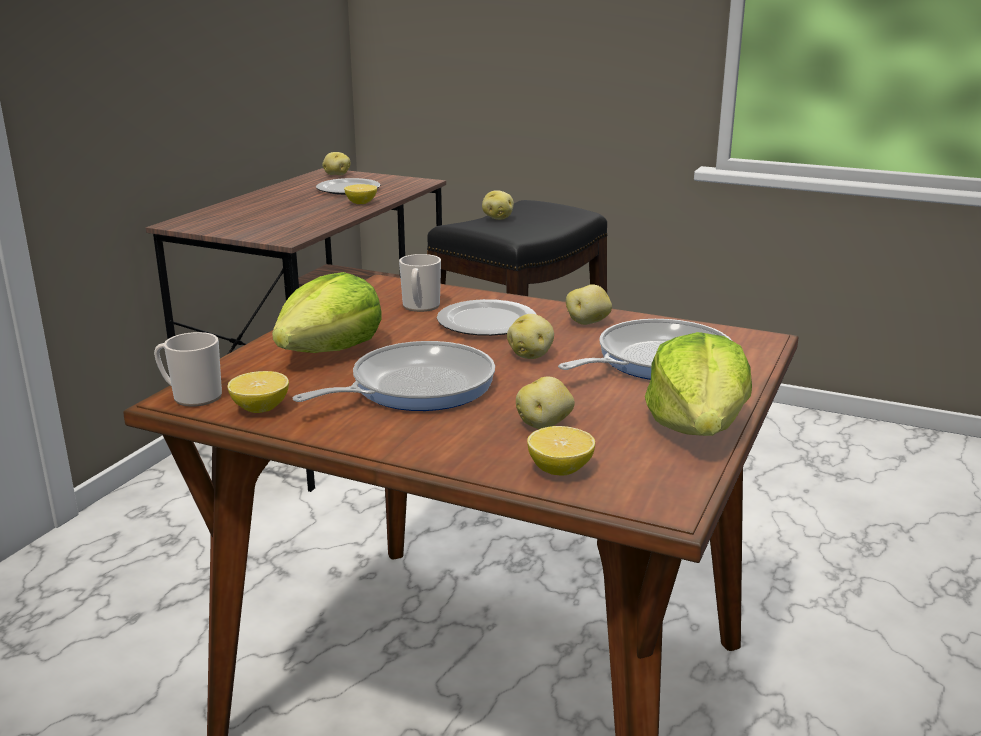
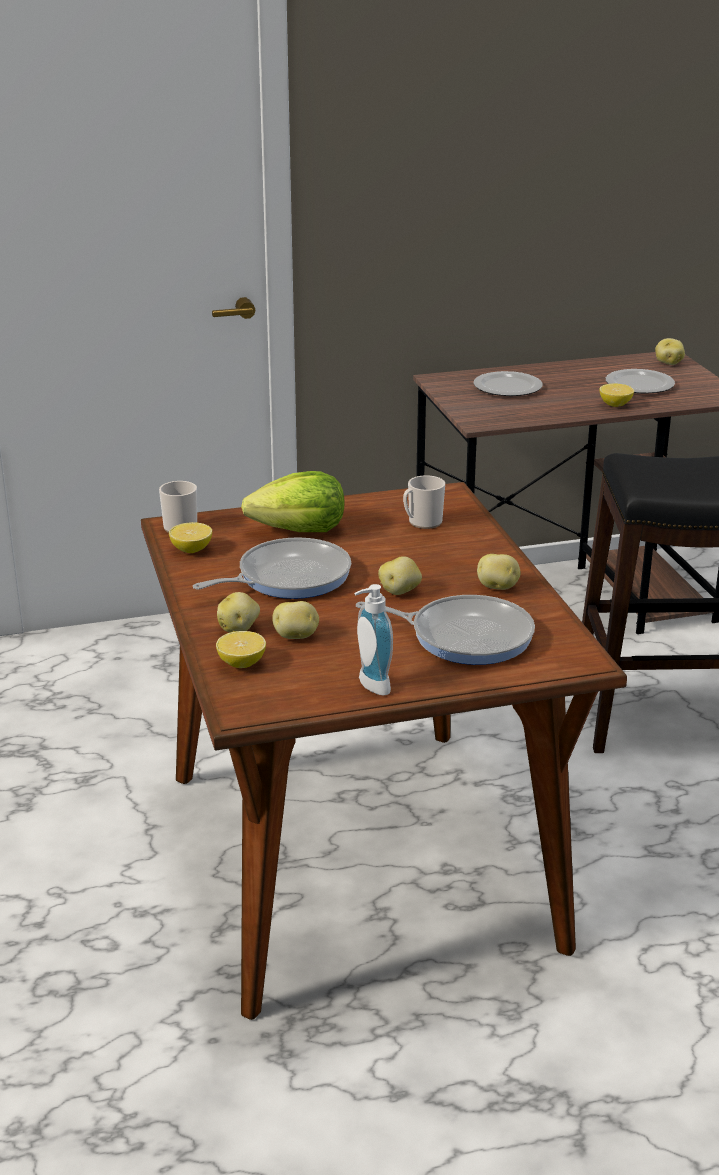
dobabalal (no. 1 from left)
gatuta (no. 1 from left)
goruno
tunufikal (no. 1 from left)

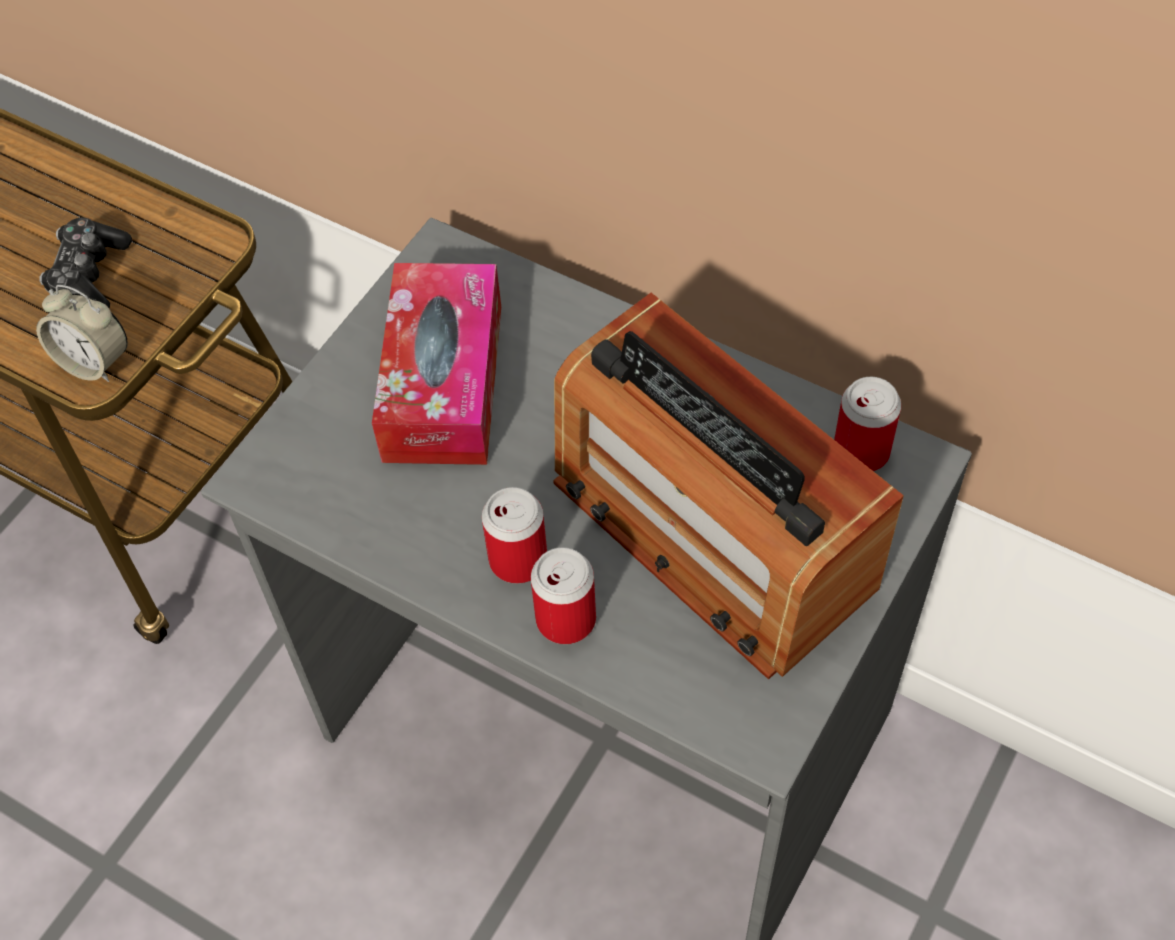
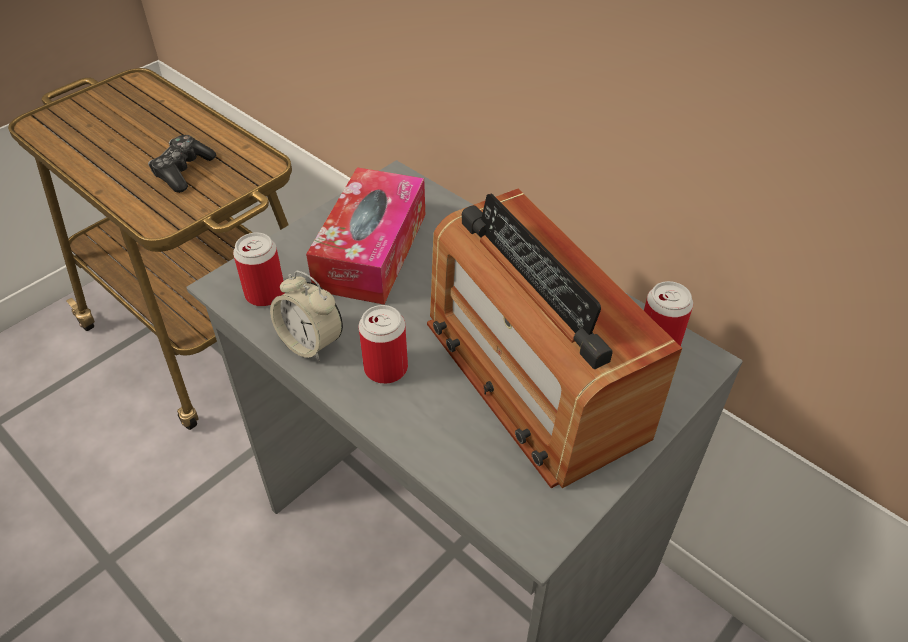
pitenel
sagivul (no. 1 from left)

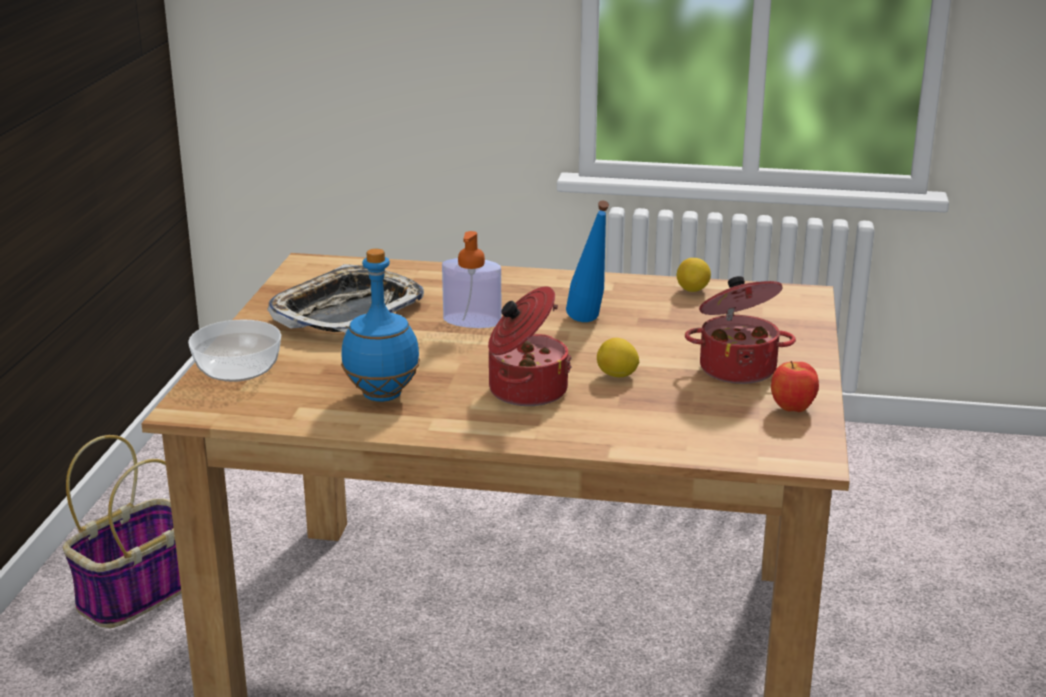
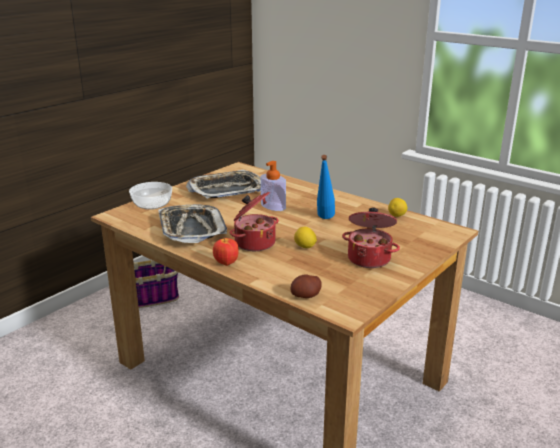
gatuta
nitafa
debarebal (no. 1 from left)

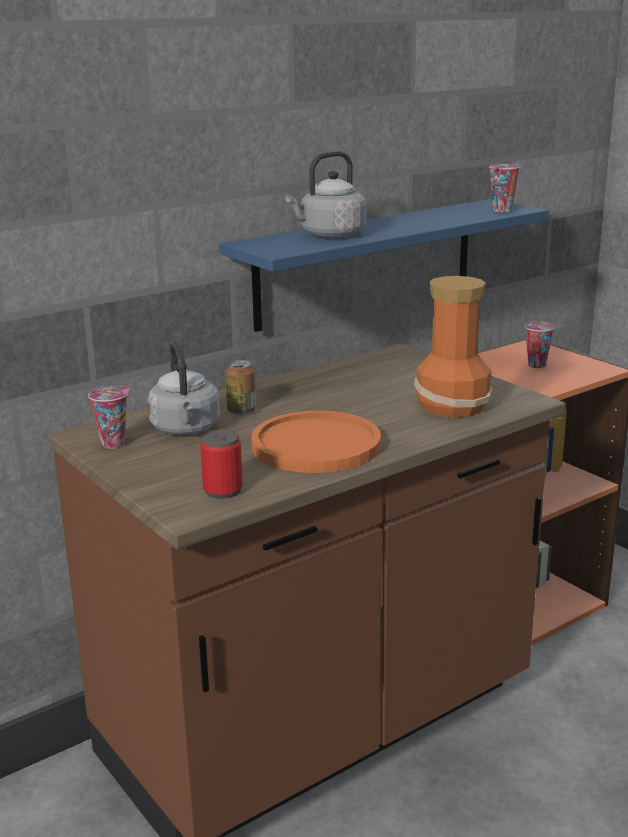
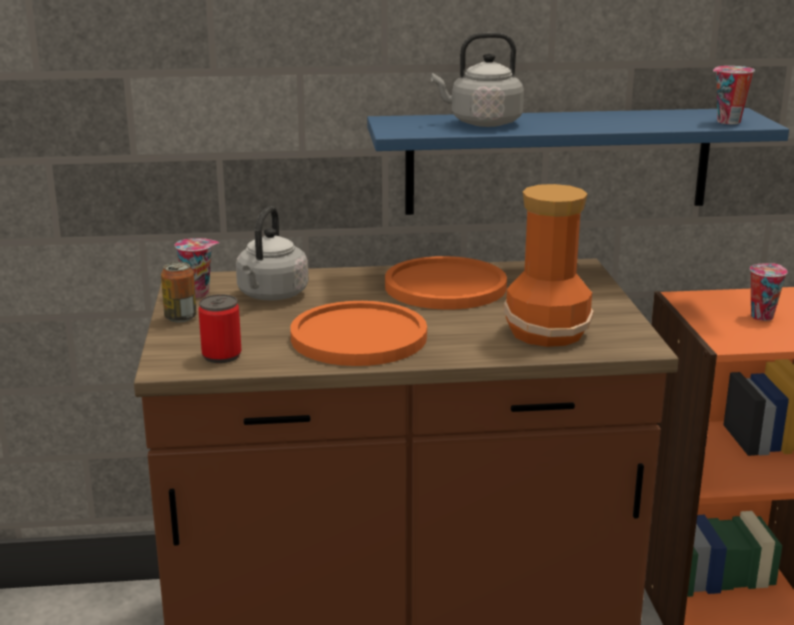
dobabalal (orange) (no. 2 from left)
sagivul (no. 1 from left)

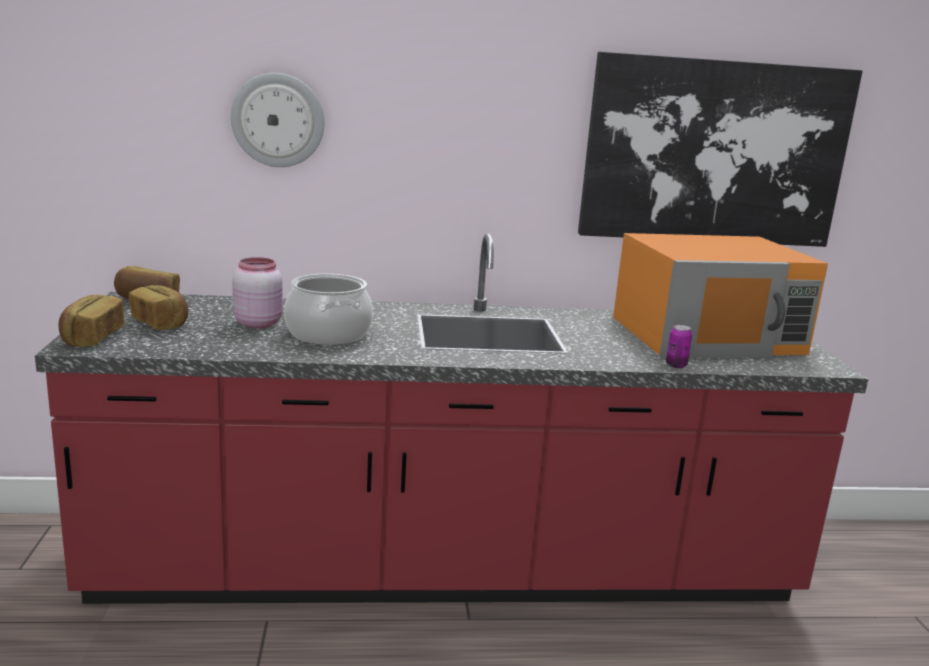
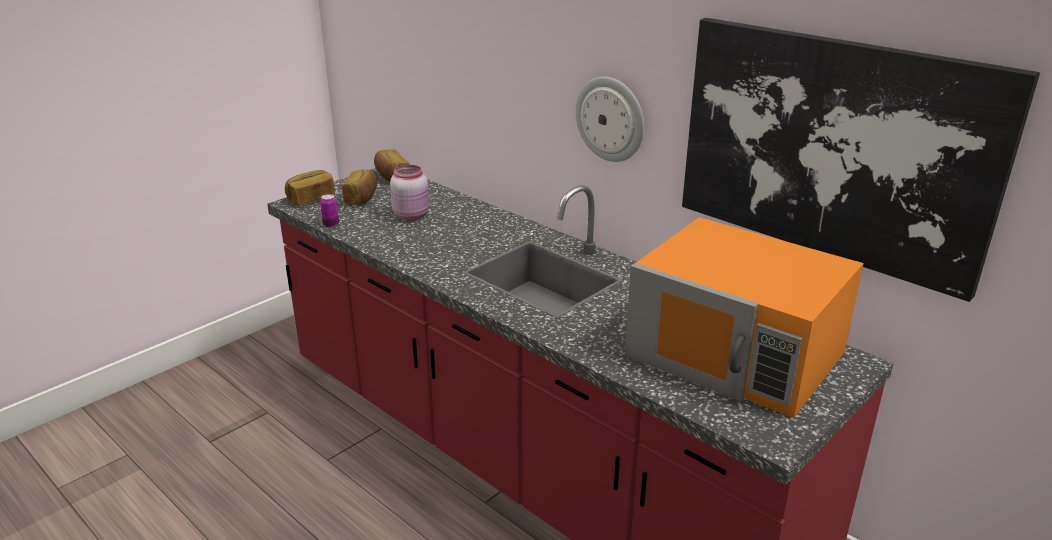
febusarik
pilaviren
sagivul

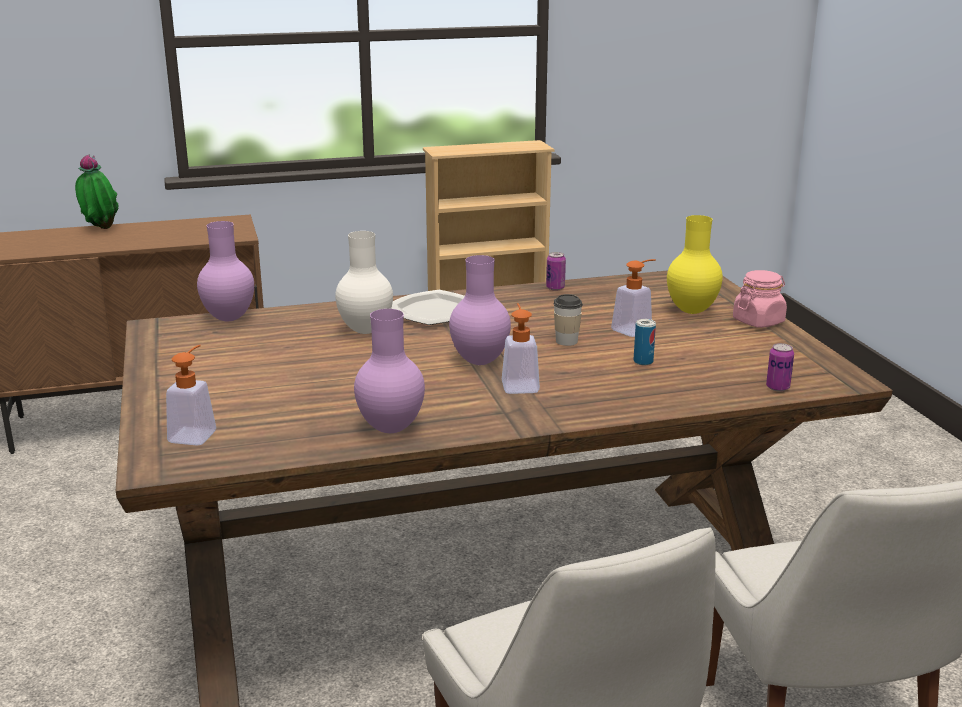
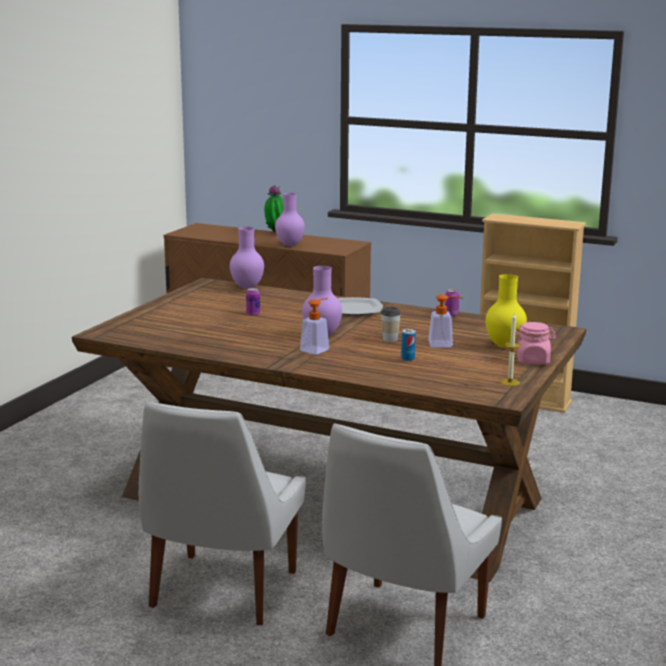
goruno (no. 1 from left in the first image)
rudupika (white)
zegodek
rudupika (purple) (no. 2 from left)
sagivul (no. 1 from left)

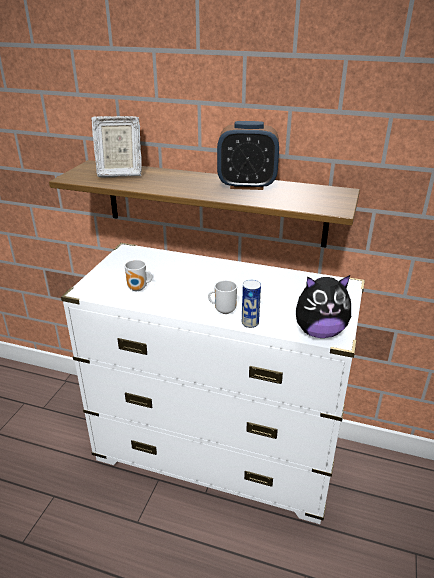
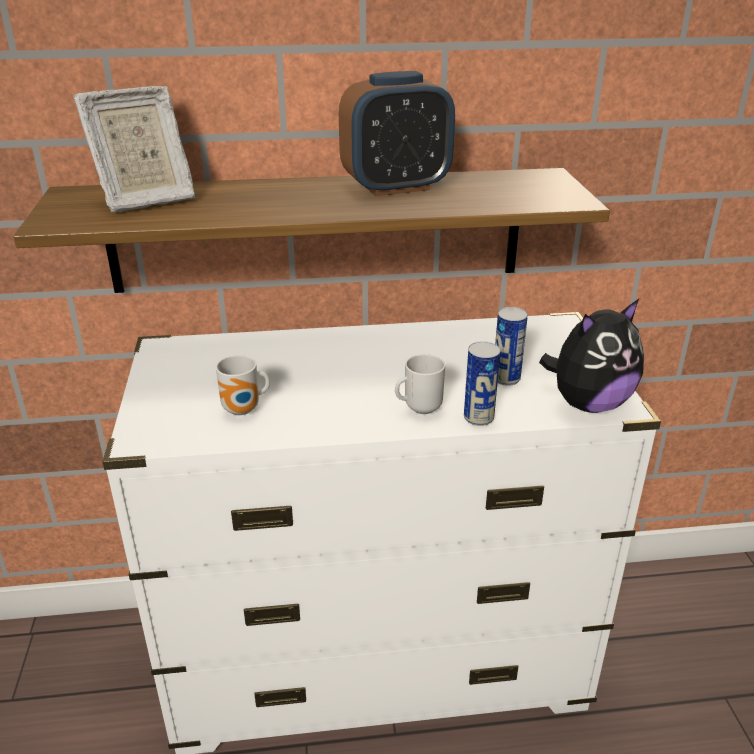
sagivul (no. 2 from left)

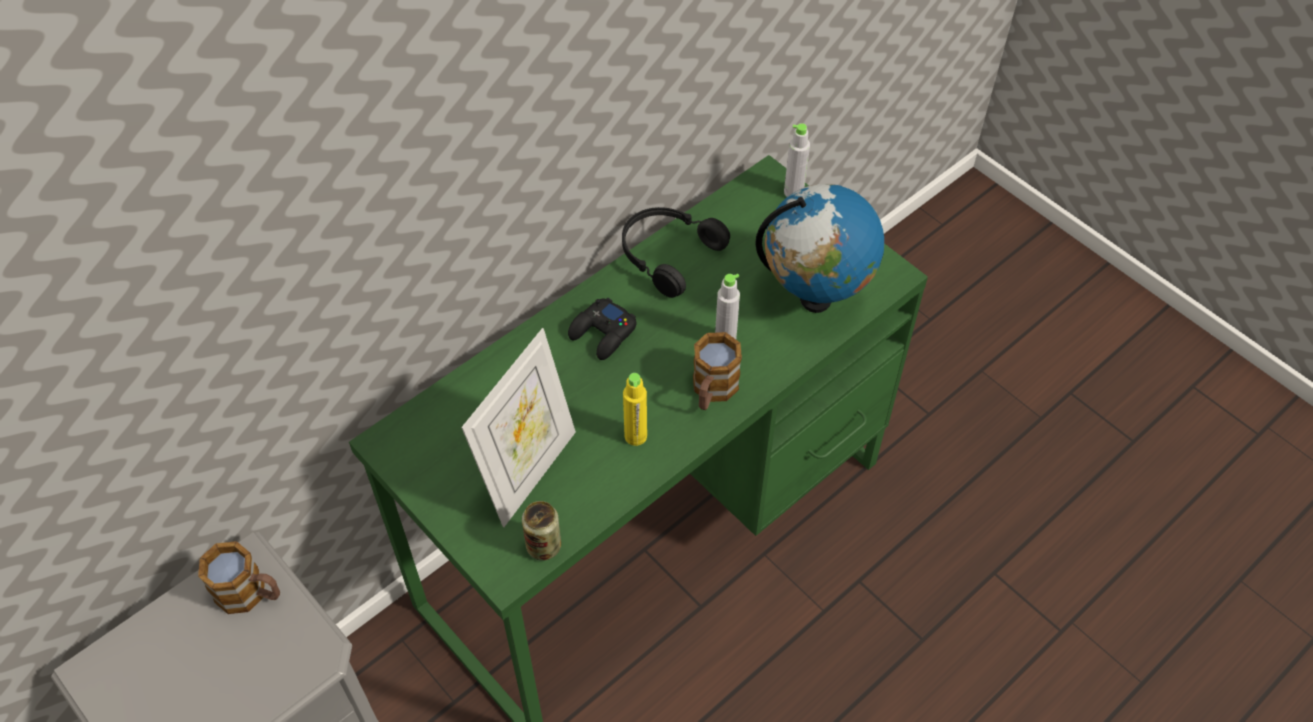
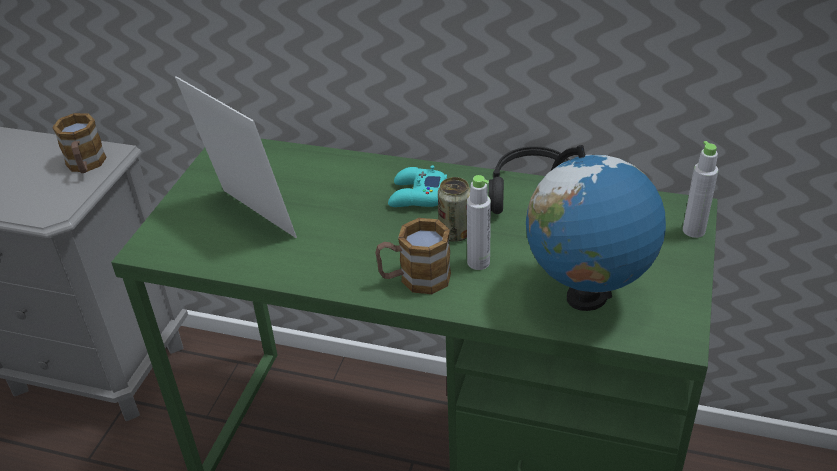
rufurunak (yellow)
sagivul
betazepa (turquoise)
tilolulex

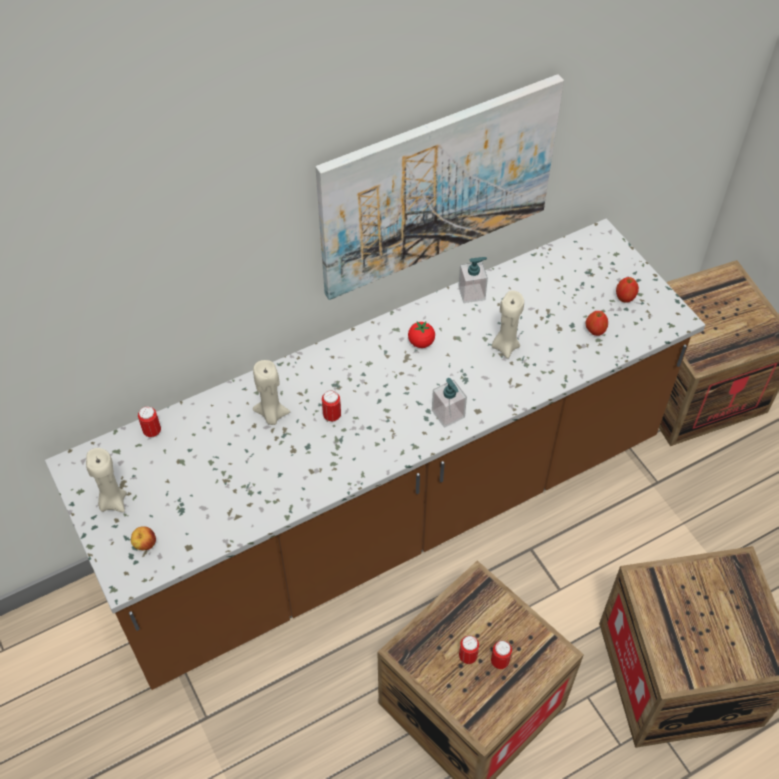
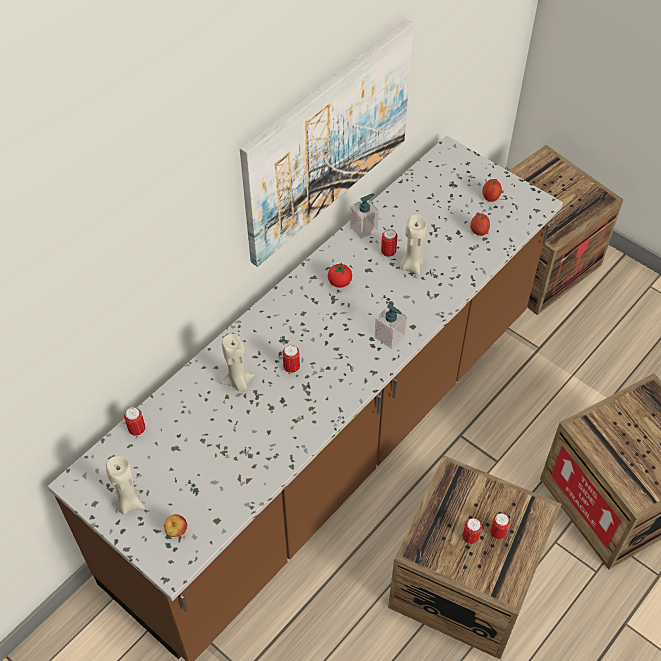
sagivul (no. 3 from left)

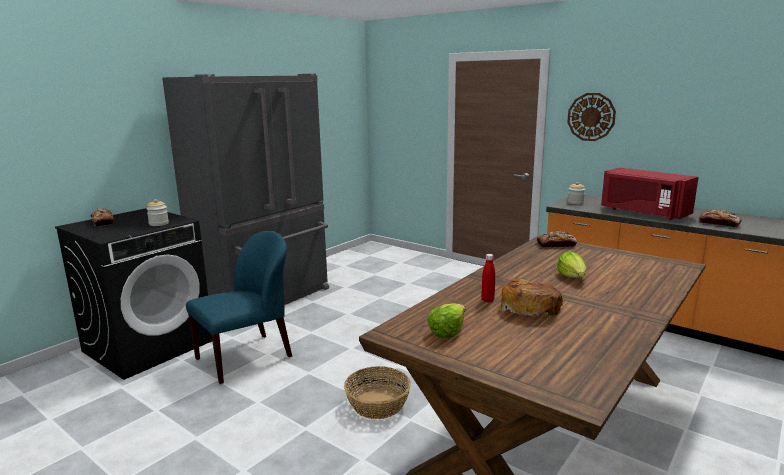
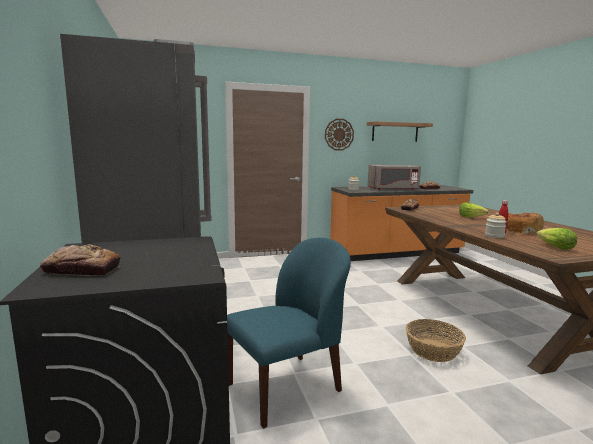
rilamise
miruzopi (no. 2 from left)
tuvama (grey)
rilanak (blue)

